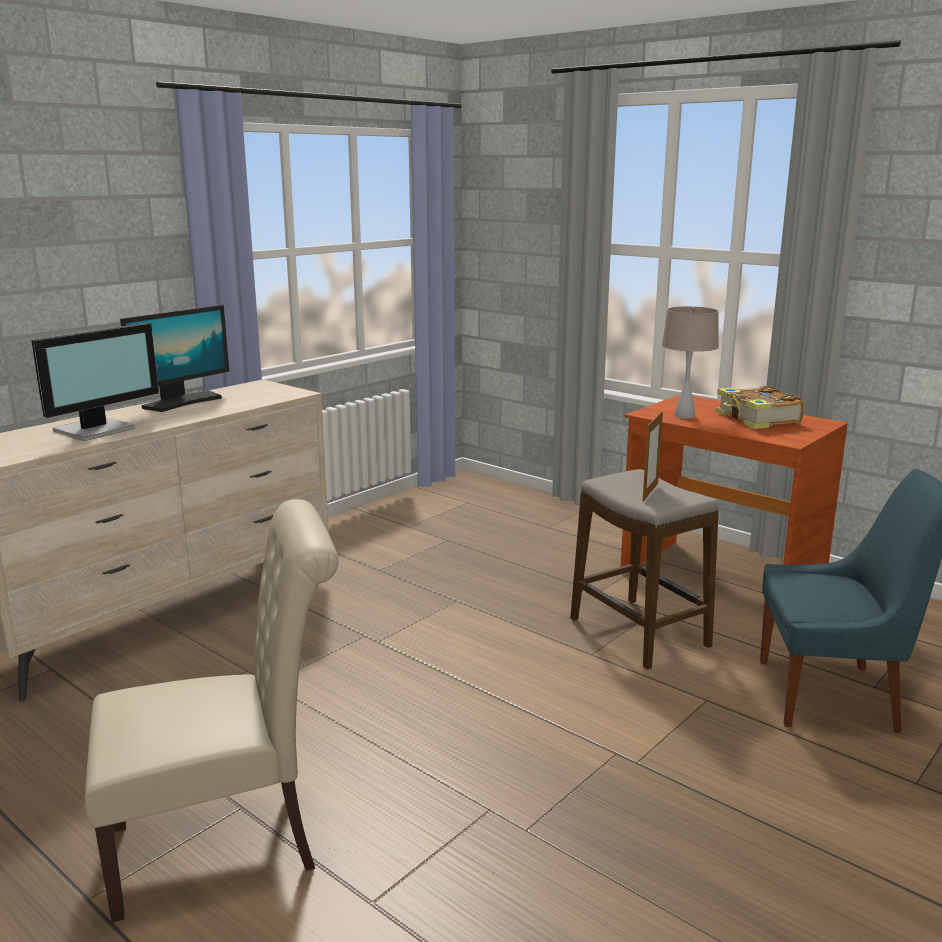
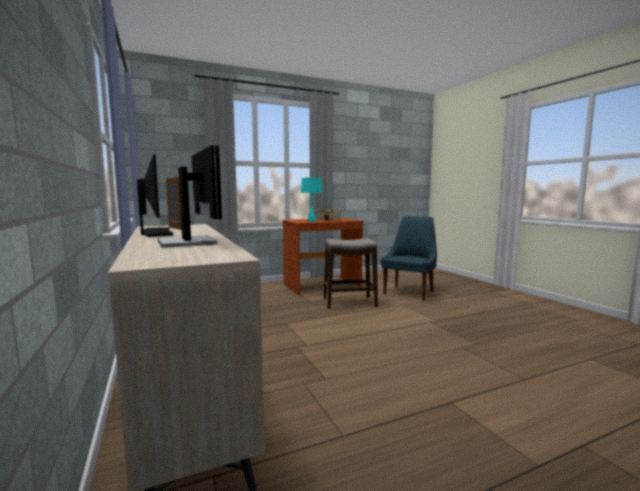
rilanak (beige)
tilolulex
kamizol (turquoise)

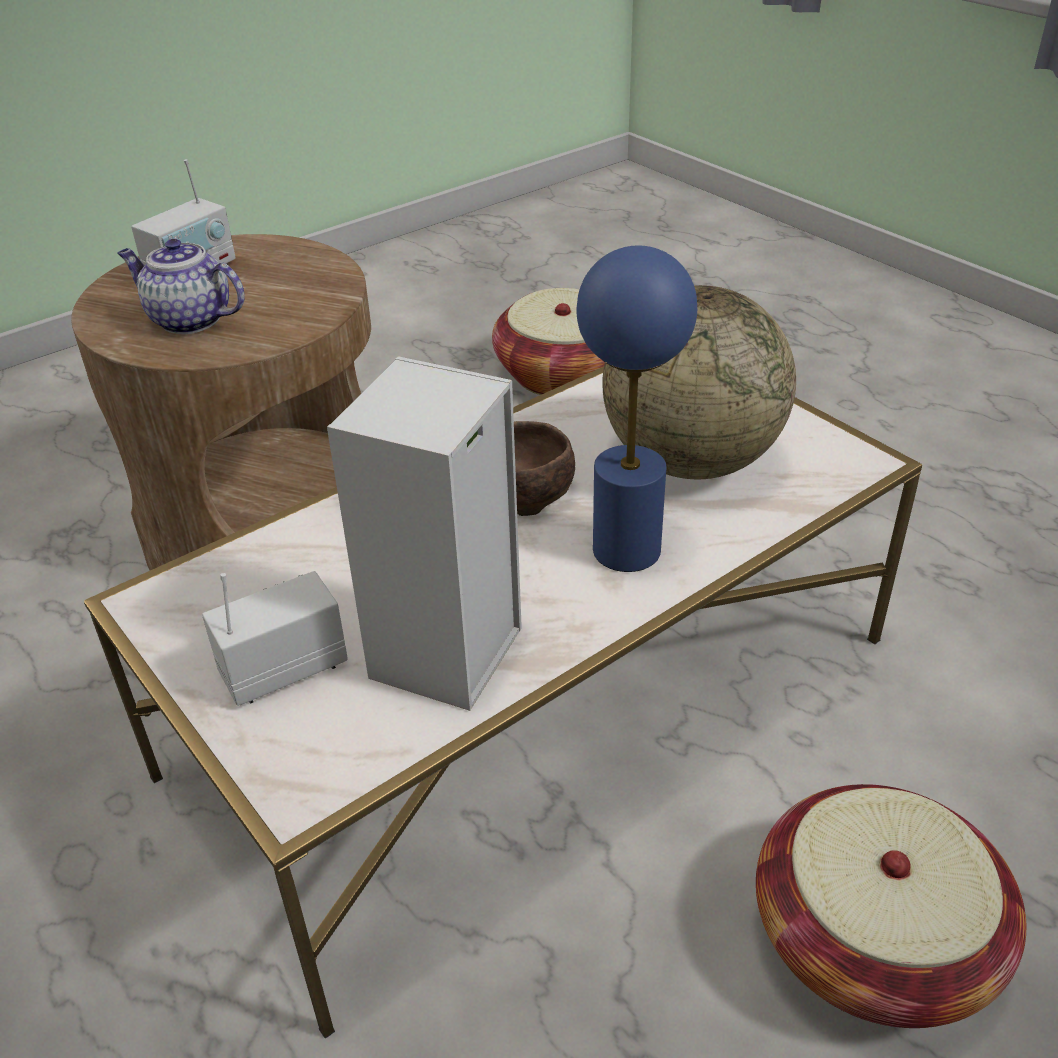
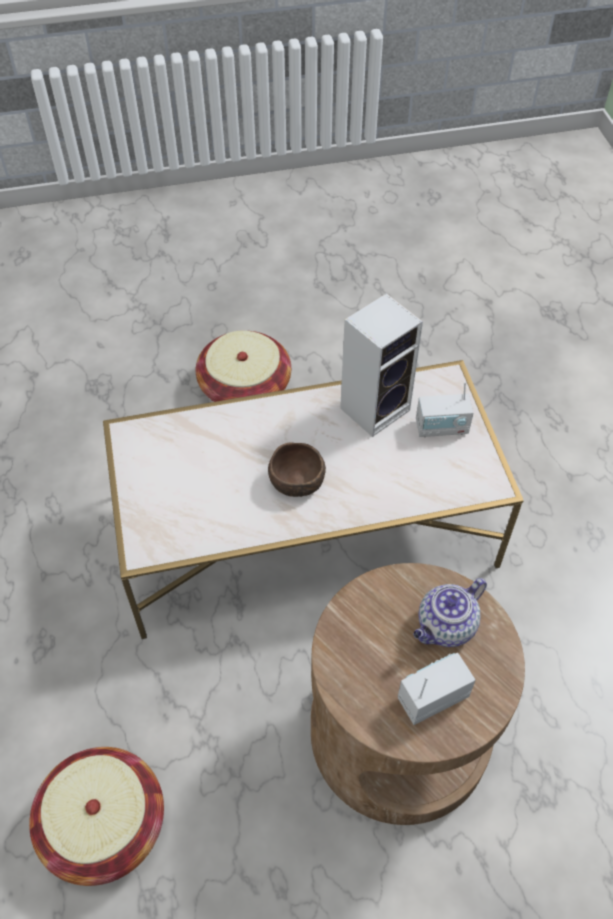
kamizol (blue)
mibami
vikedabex

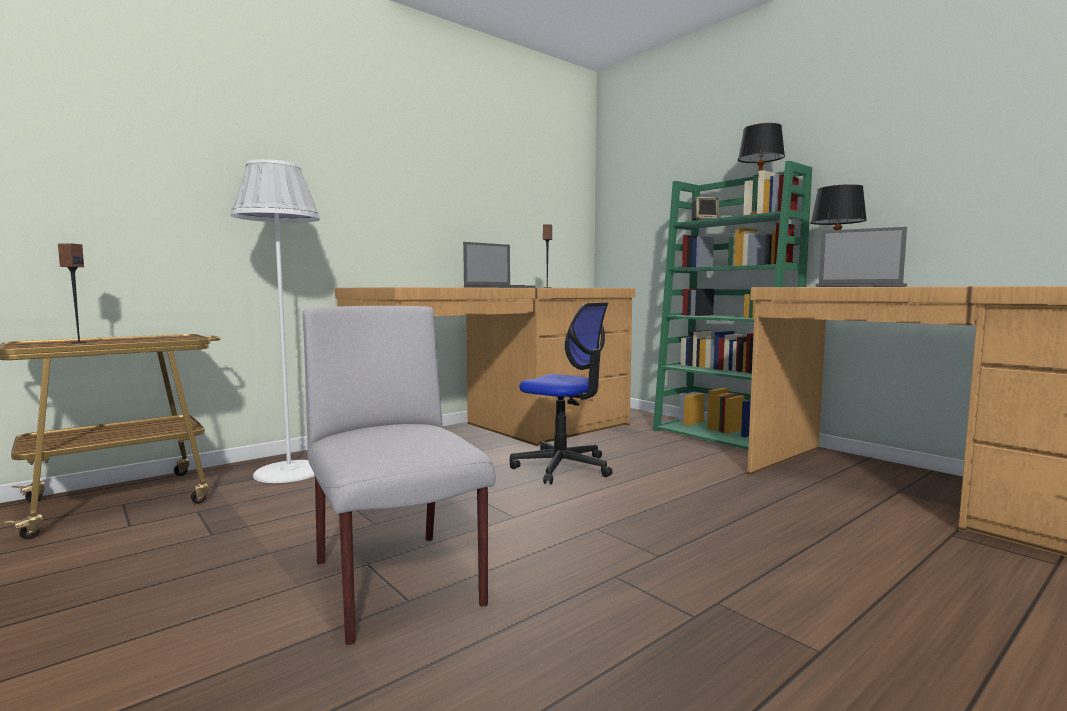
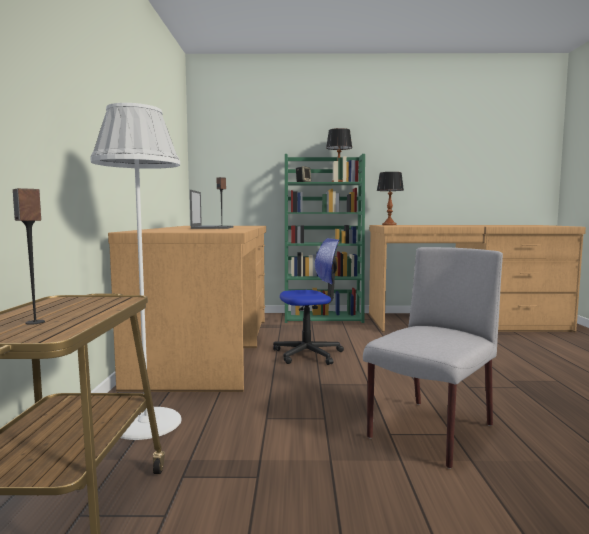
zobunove (no. 2 from left in the first image)
rilanak (grey)

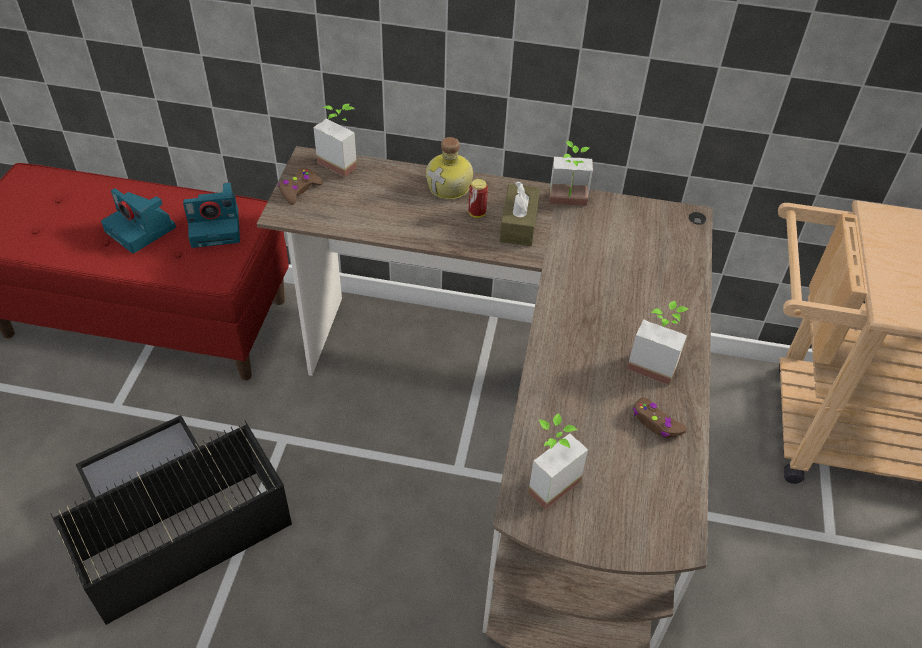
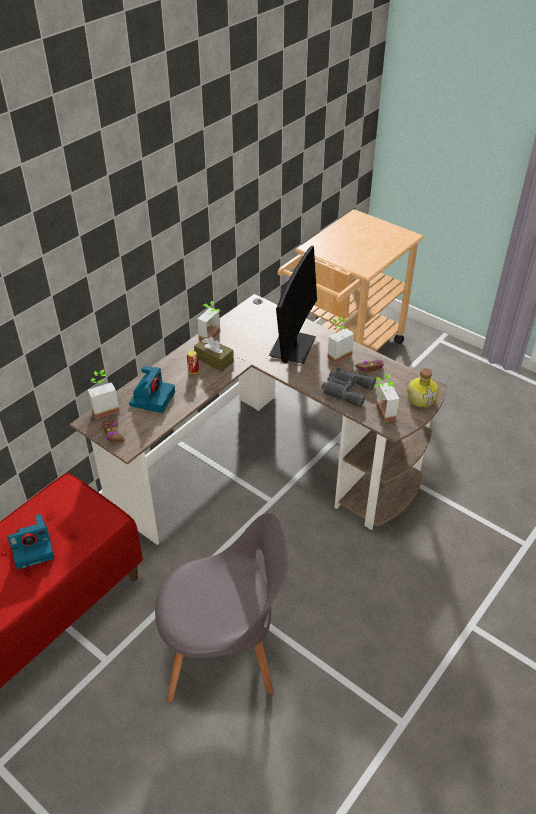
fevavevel
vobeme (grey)
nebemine (no. 2 from left)
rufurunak
rilanak (grey)

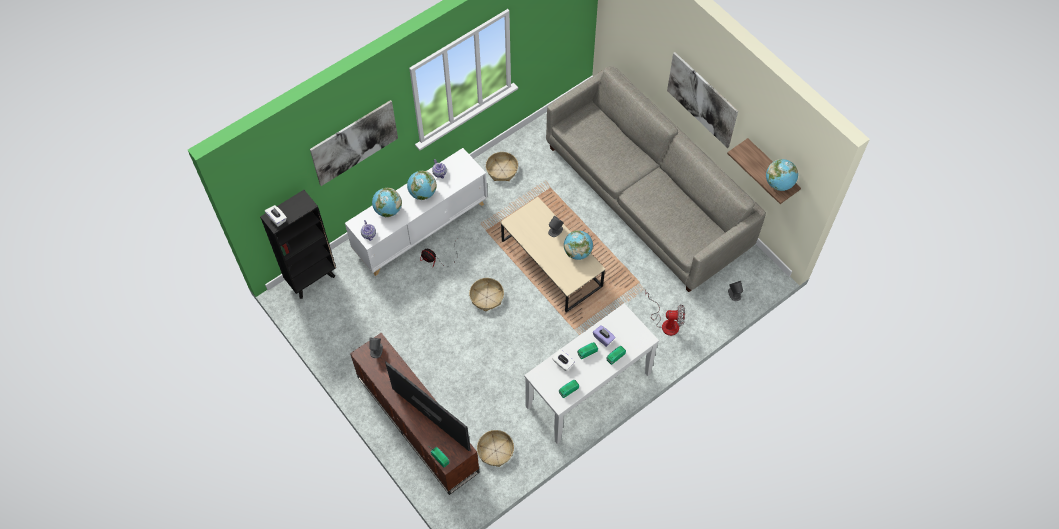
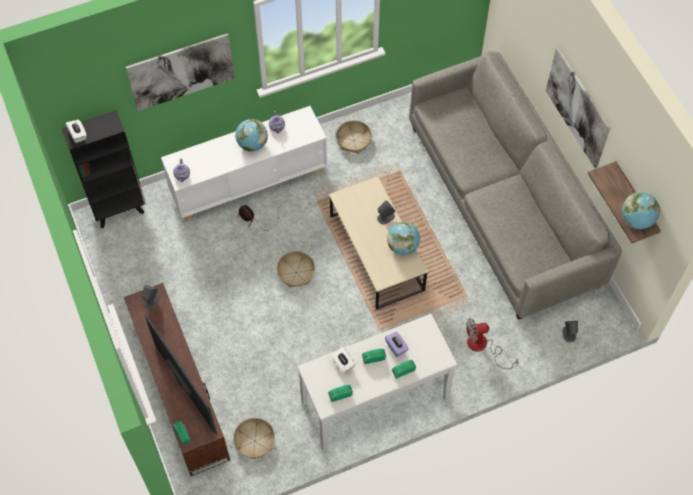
mibami (no. 1 from left in the first image)
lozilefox (no. 2 from left)

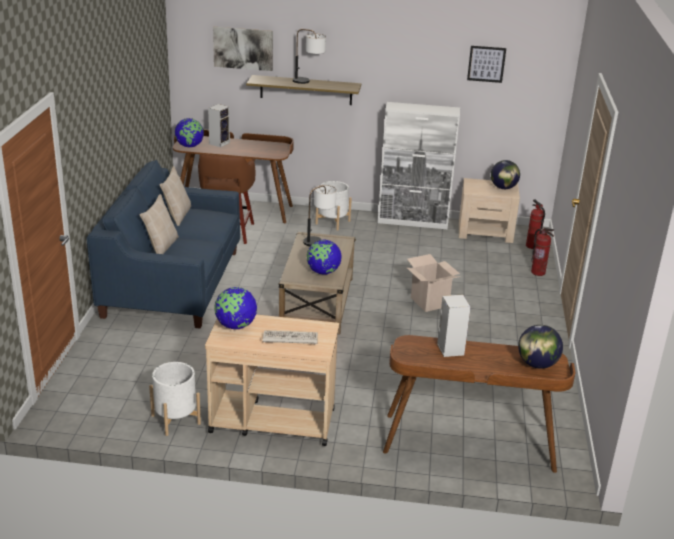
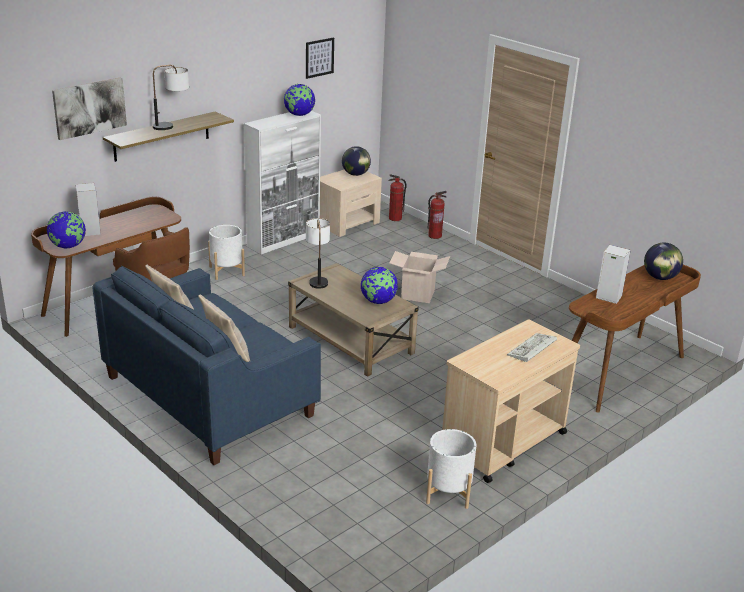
mibami (no. 2 from left)

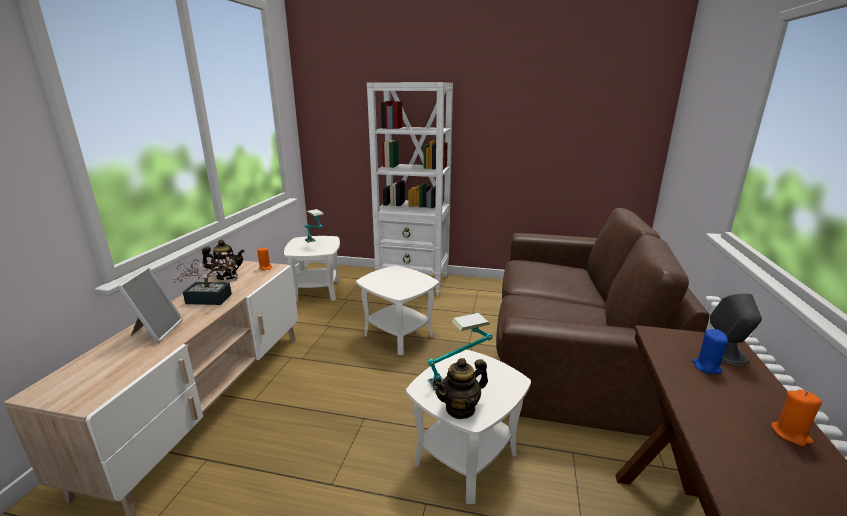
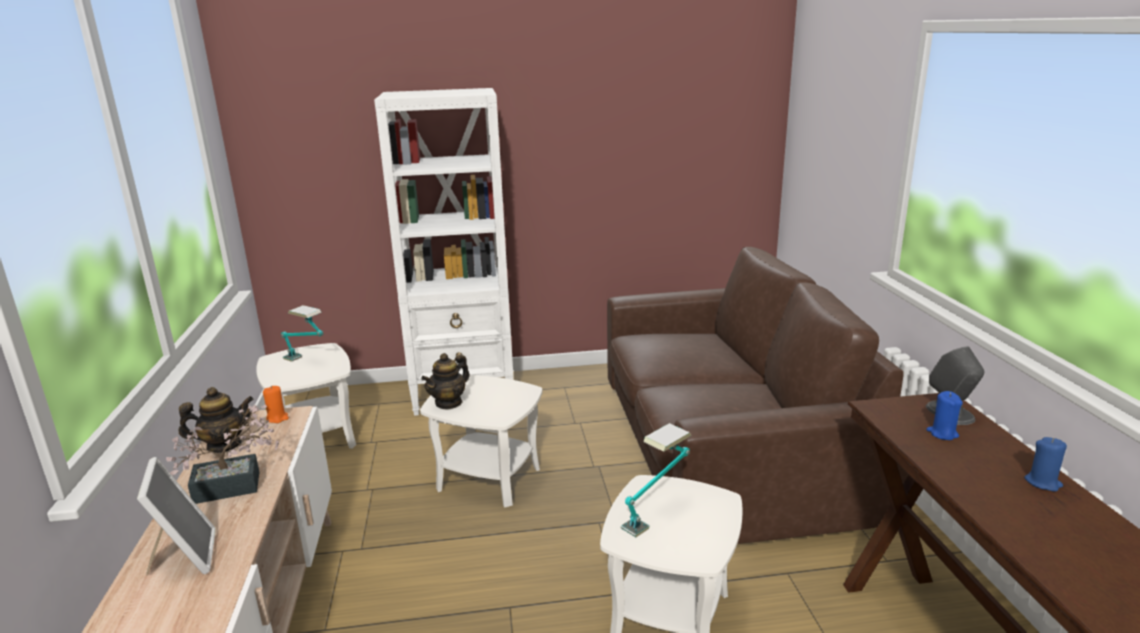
vikedabex (no. 2 from left)
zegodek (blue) (no. 2 from left)

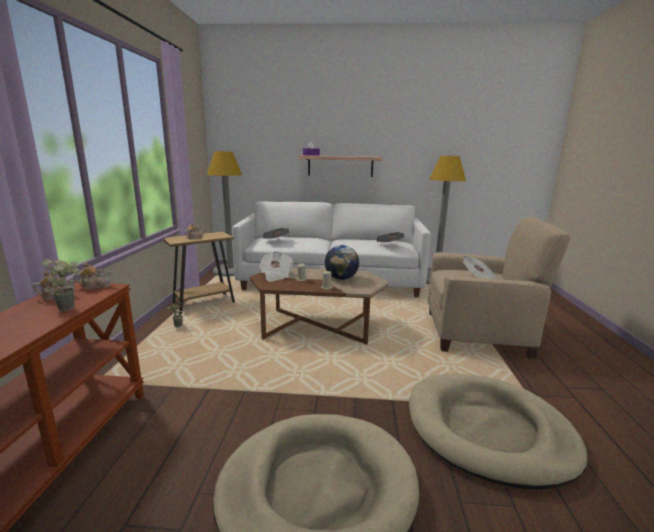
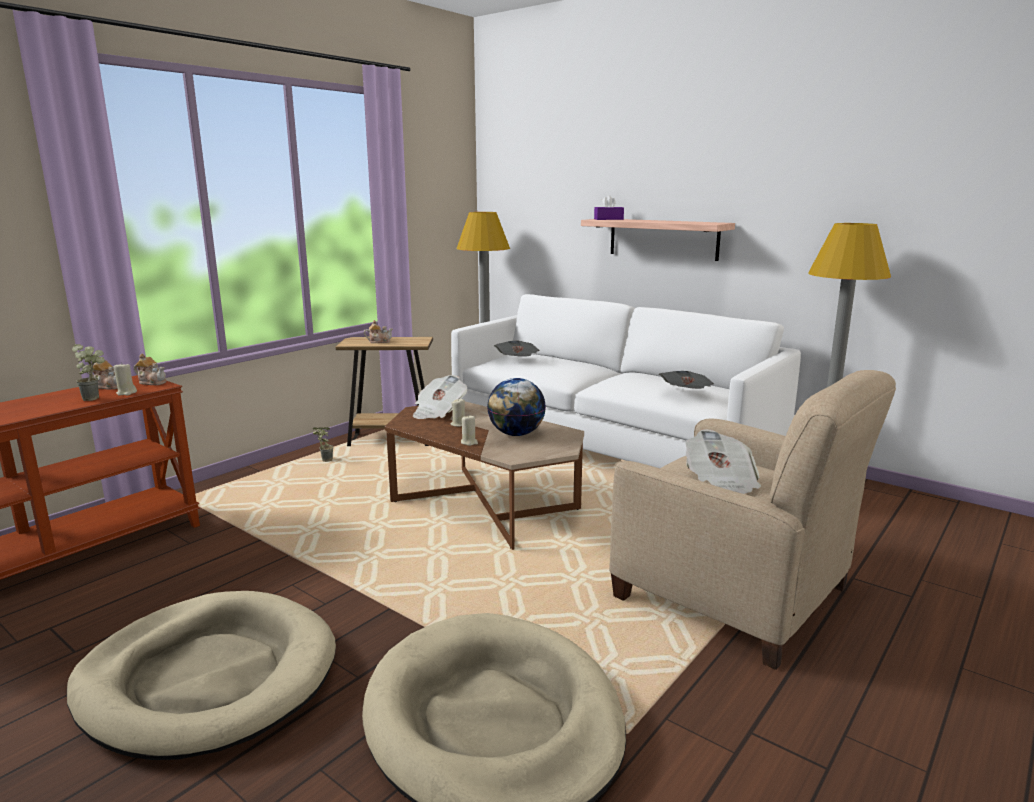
zegodek (beige) (no. 1 from left)

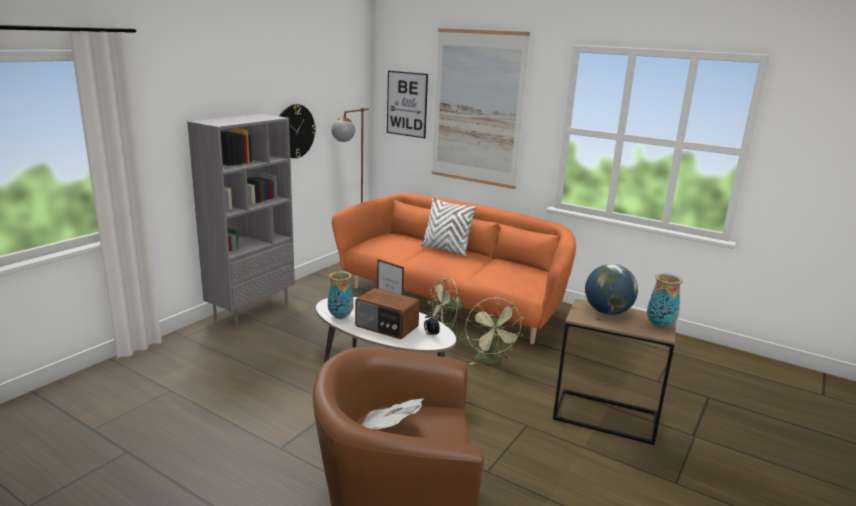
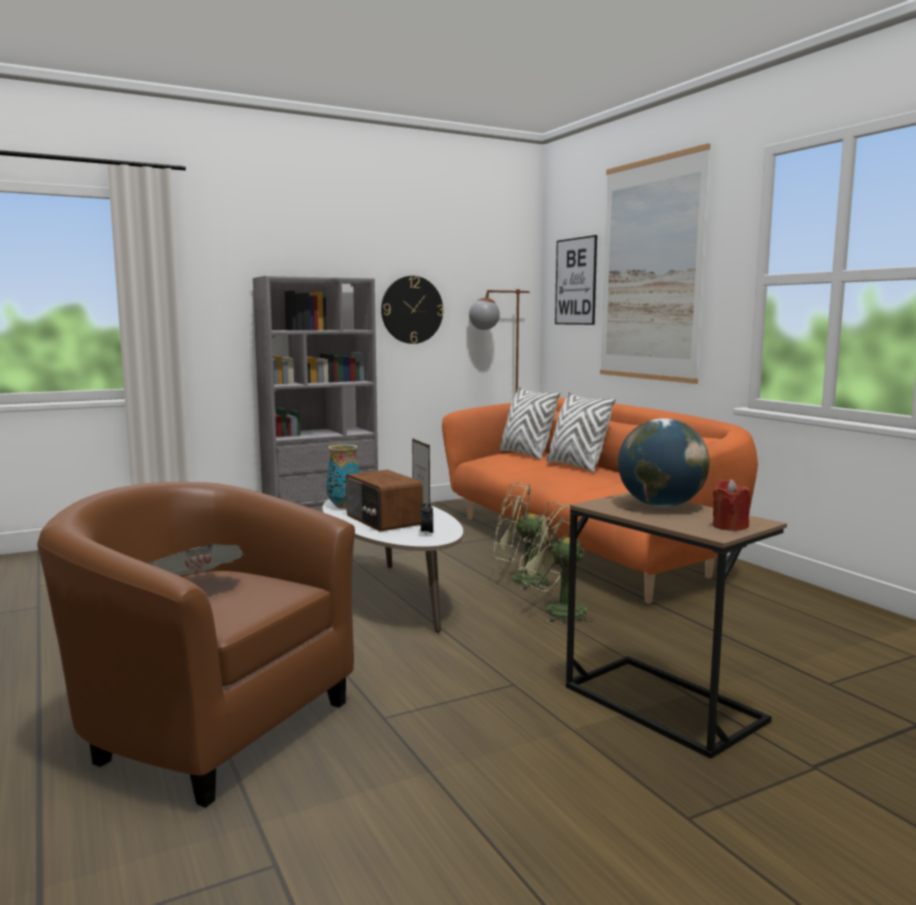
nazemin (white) (no. 1 from left)
zegodek (red)
lozilefox (green) (no. 2 from left)

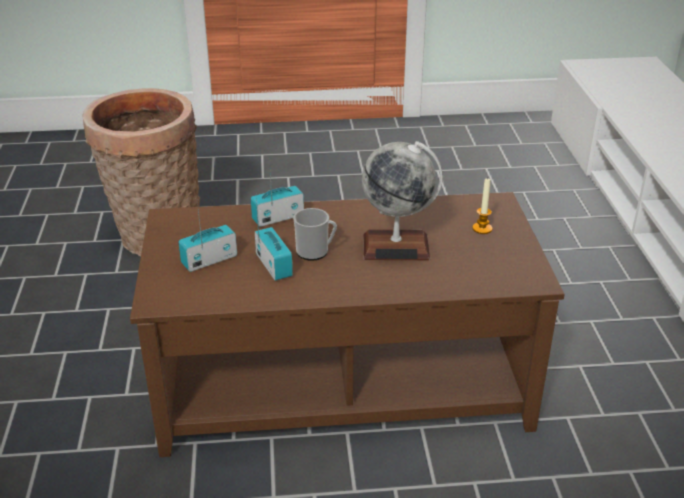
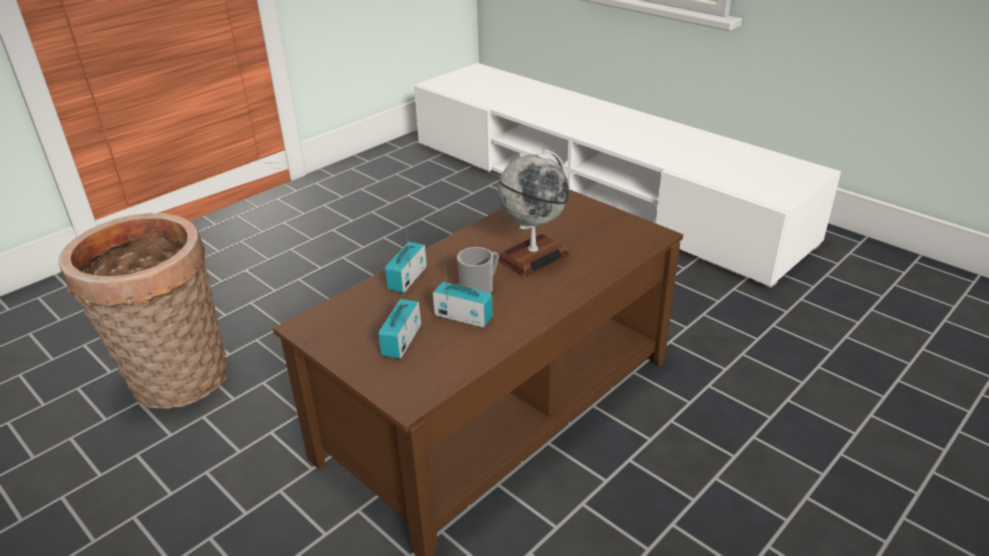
zegodek

